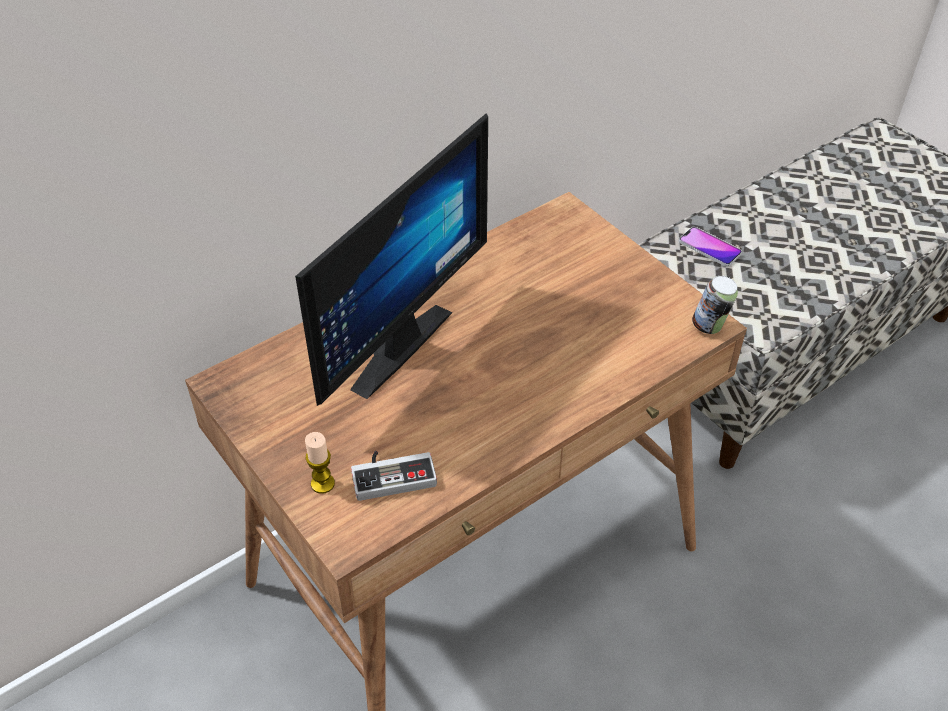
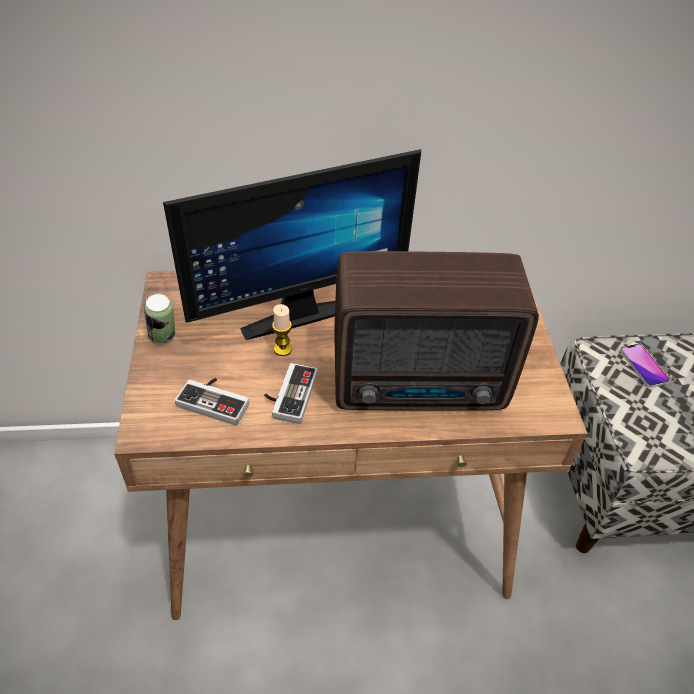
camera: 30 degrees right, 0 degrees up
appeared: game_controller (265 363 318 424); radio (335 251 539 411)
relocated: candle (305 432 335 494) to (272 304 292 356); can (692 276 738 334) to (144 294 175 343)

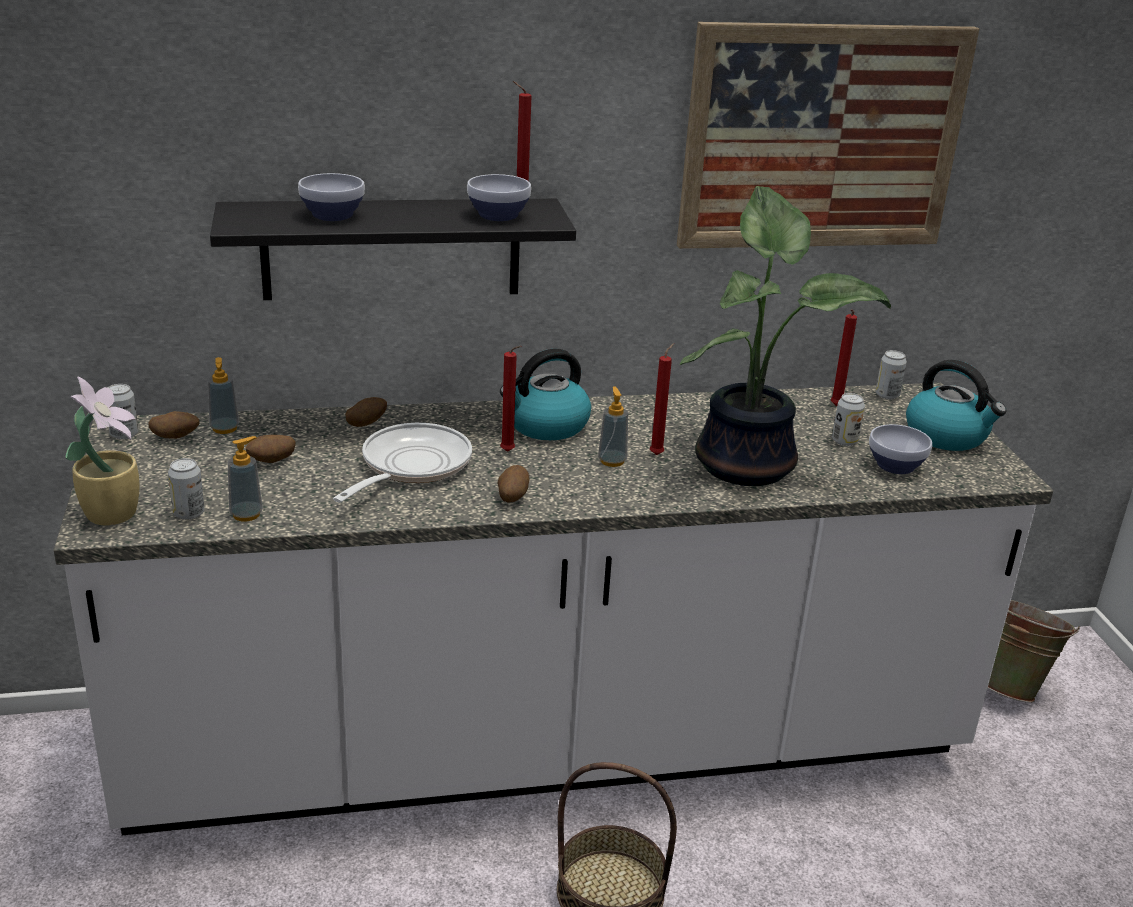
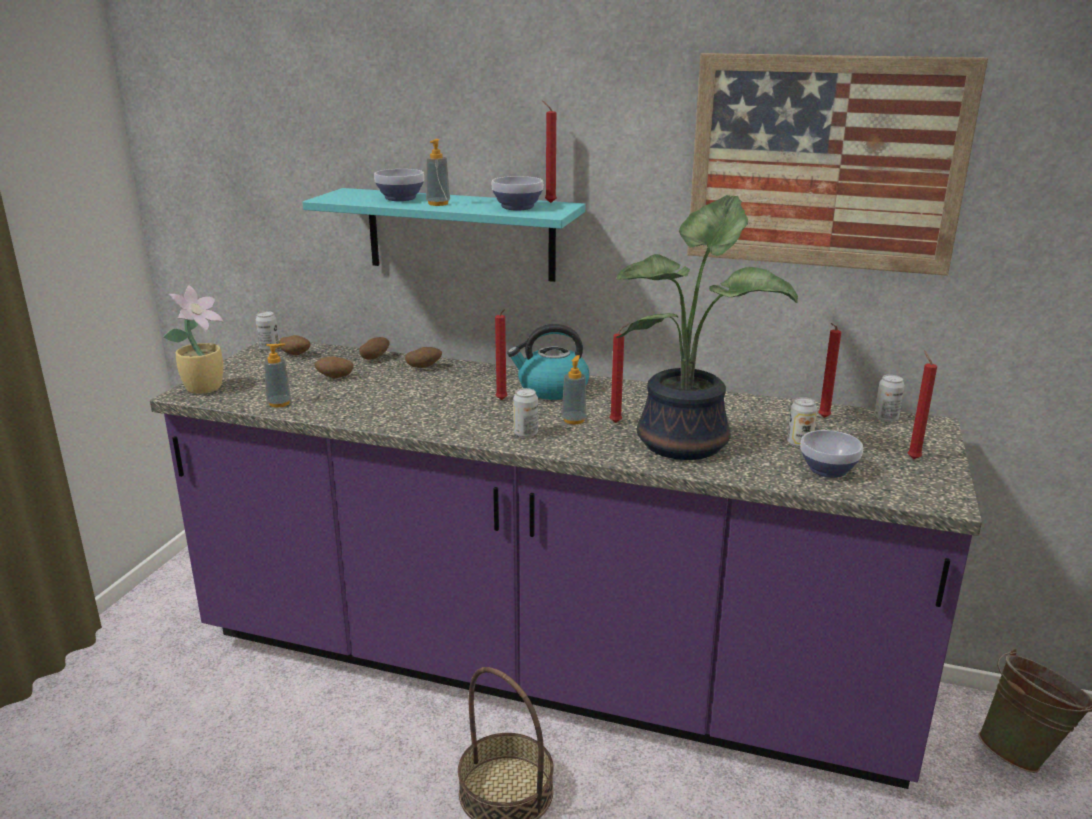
camera: 30 degrees right, 5 degrees down
missing: frying_pan (333 423 472 502)
relocated: can (168 458 204 520) to (513 388 538 438); soap_dispenser (208 357 239 434) to (426 139 450 206); potato (498 465 530 502) to (359 337 389 359)
exchanged: kettle (906 360 1007 451) to red_candle (908 350 937 459)
colour: white_counter (54 383 1053 835) to purple_counter (150 338 982 789); black_shelf (210 199 576 300) to turquoise_shelf (303 188 585 282)

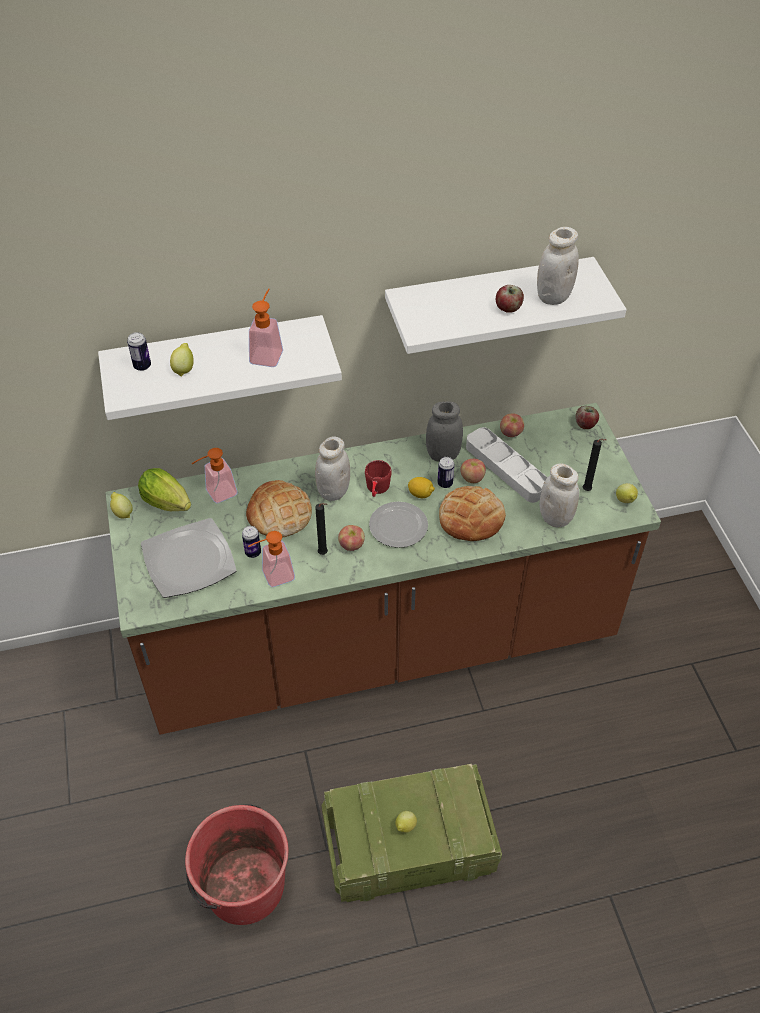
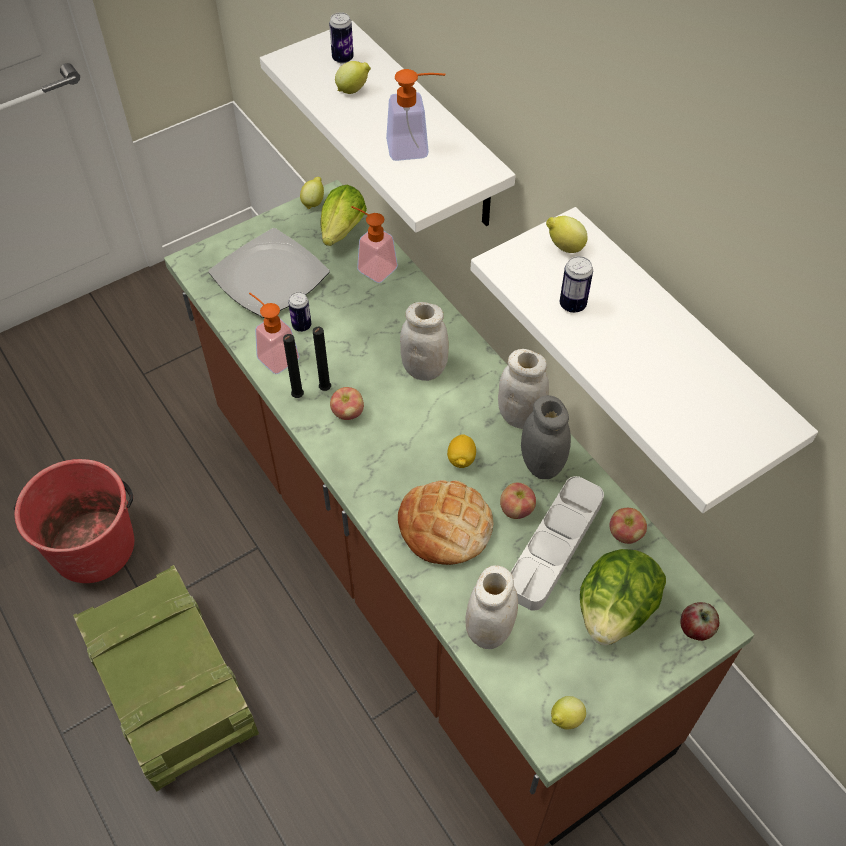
camera: 70 degrees right, 5 degrees up
missing: bread (246 480 312 538); red_mug (365 460 392 497); plate (369 502 428 548); apple (496 285 524 313)
appeared: lettuce (580 549 666 645)
relocated: lemon (395 811 417 833) to (546 216 588 253); can (438 457 454 488) to (560 256 593 313); white_jar (537 227 579 305) to (498 349 549 429); black_candle (583 439 607 491) to (283 334 304 398)

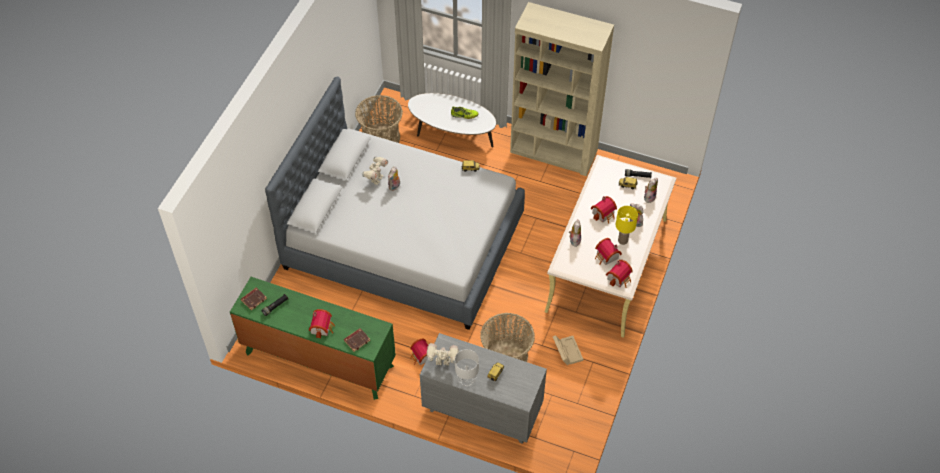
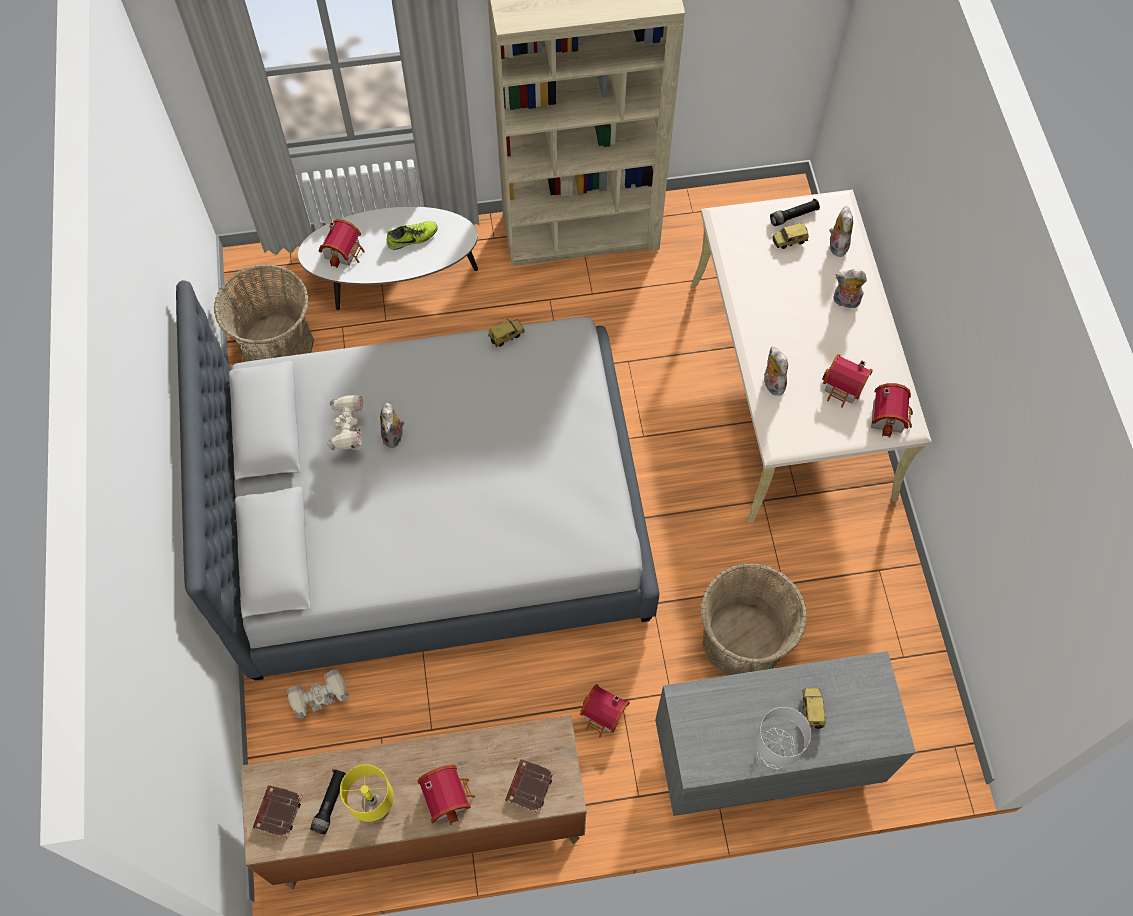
camera: 30 degrees left, 10 degrees up
missing: beige_storage_box (553 335 583 365)
relocated: toy_robot (426 343 459 366) to (287 669 349 718); toy_house (591 196 617 224) to (319 219 365 268); yellow_table_lamp (616 206 638 245) to (340 764 394 822)
colour: green_dresser (230 277 396 400) to brown_dresser (241 715 587 889)

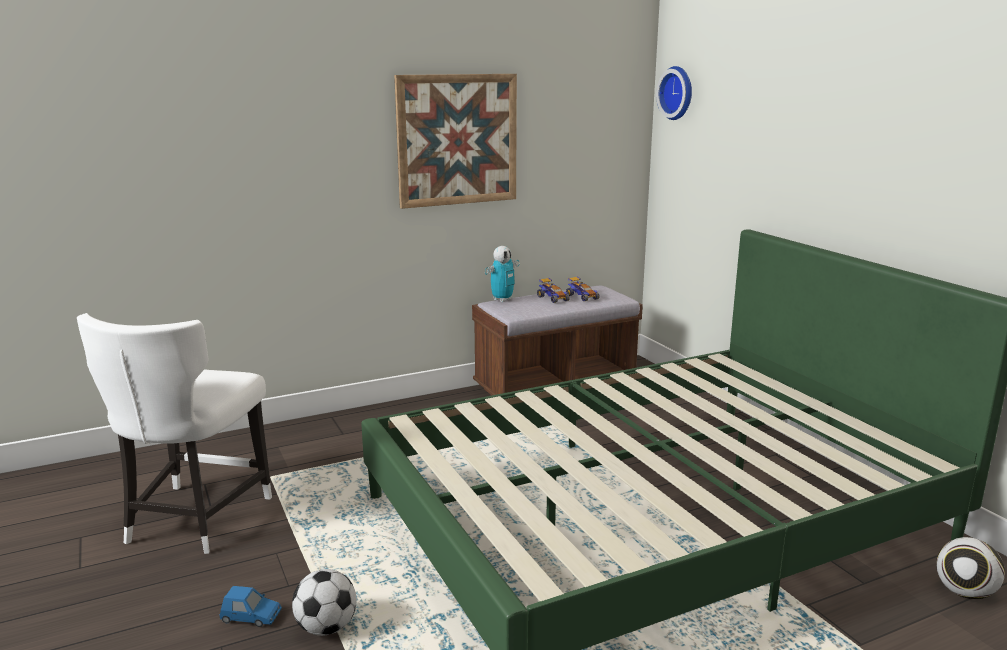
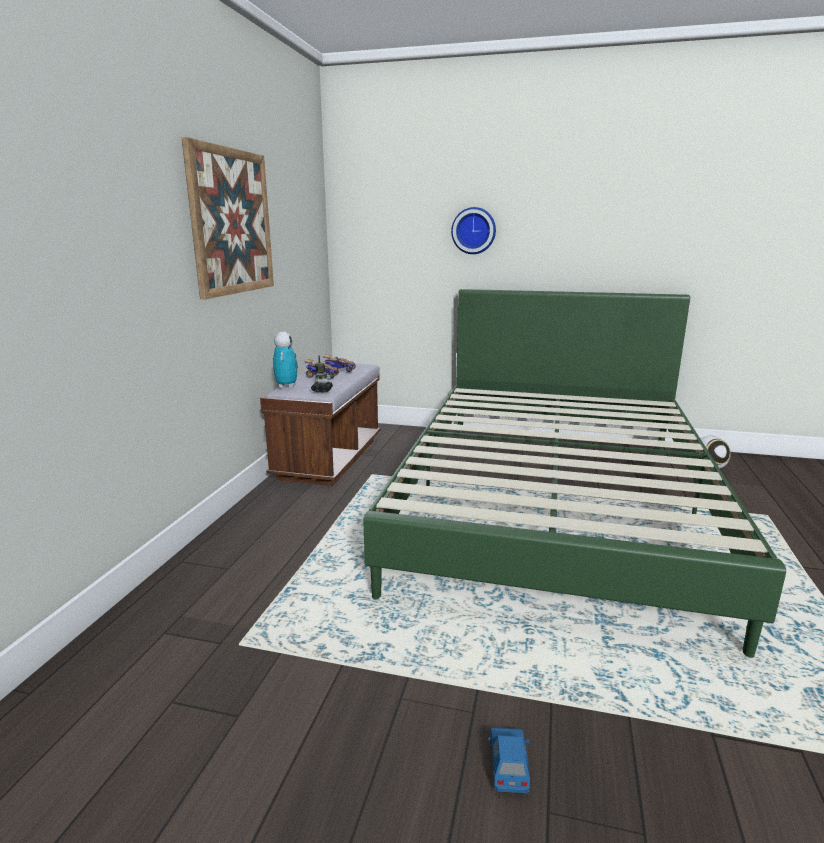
camera: 50 degrees left, 0 degrees up
missing: white_chair (77 313 272 554); football (292 569 356 636)
appeared: toy_robot (311 356 333 392)
relocated: wall_clock (656 66 692 120) to (451 207 496 254)
spun: blue_toy_car (219 586 282 627) = (488 727 530 793) 45 degrees counterclockwise

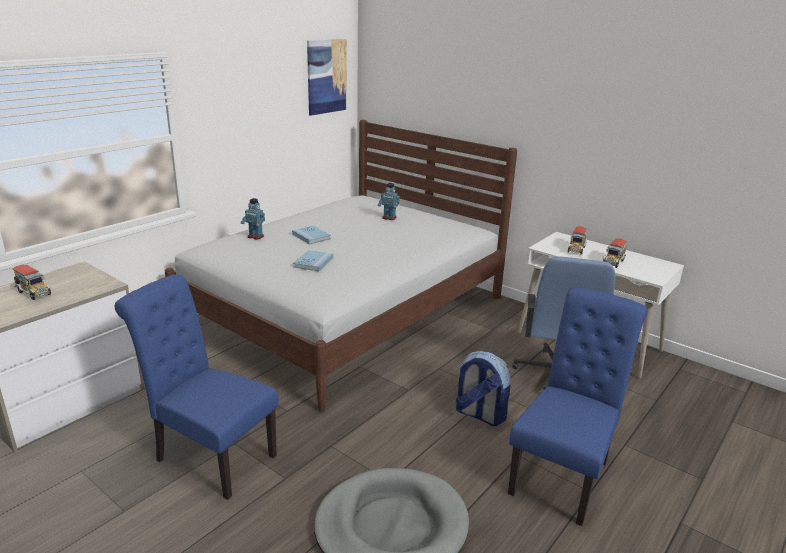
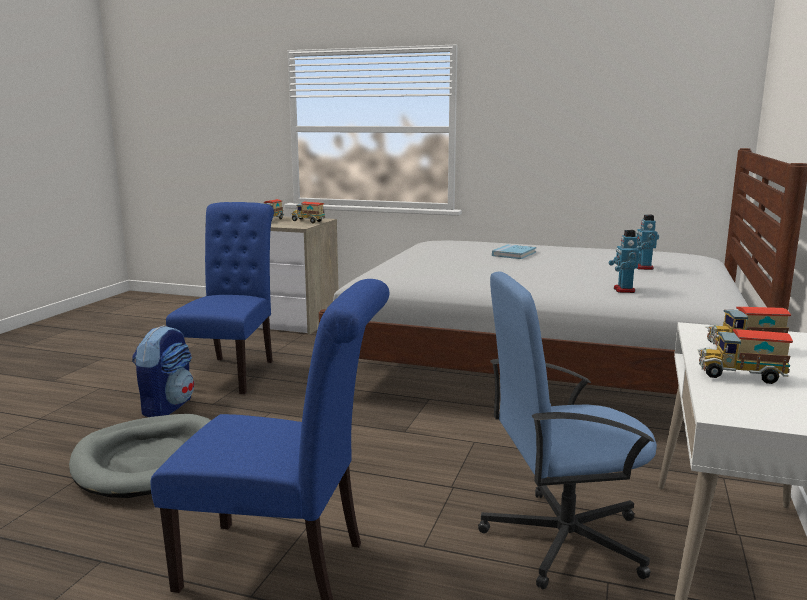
camera: 70 degrees right, 10 degrees down
missing: blue_book (293 250 333 271); picture (307 39 347 116)
appeared: toy_truck (292 202 326 223)
relocated: toy_robot (241 198 265 240) to (609 230 642 293); backpack (456 351 510 426) to (132 325 194 417)

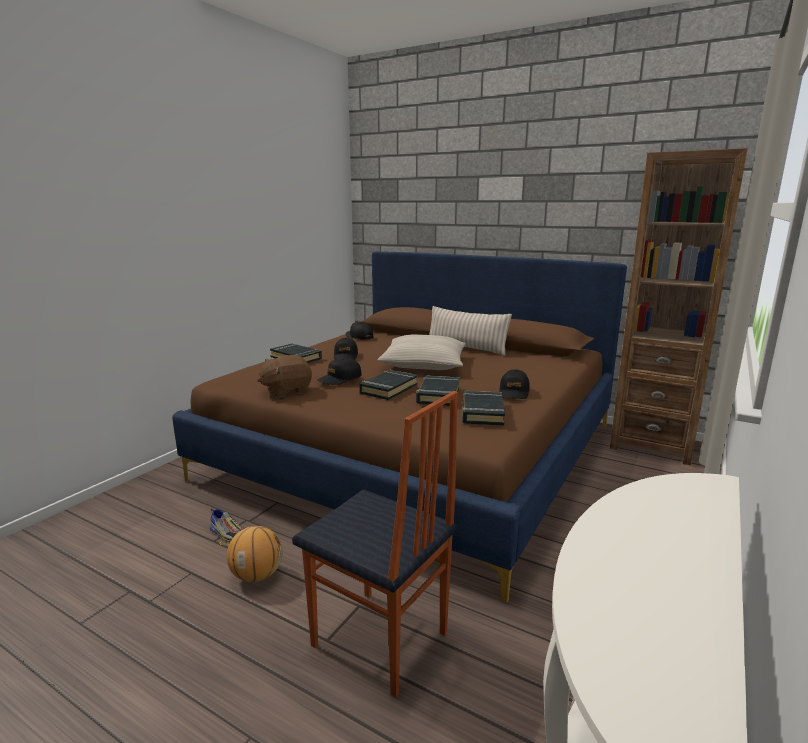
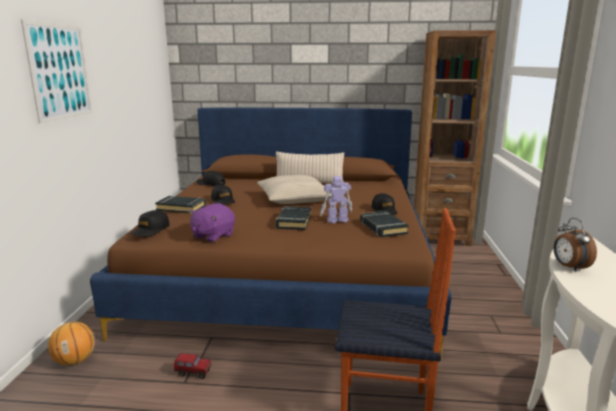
camera: 25 degrees left, 0 degrees up
appeared: picture (21 19 93 124); alarm_clock (553 218 597 272)
relocated: basketball (227 526 282 582) to (48 322 95 366); black_cap (317 358 362 385) to (130 210 170 236)
exchanged: shoe (209 509 244 545) to toy_truck (174 353 211 379); black_book (416 375 460 406) to toy_robot (320 176 352 223)
colour: brown_plush_toy (257 355 312 397) to purple_plush_toy (189 203 235 243)

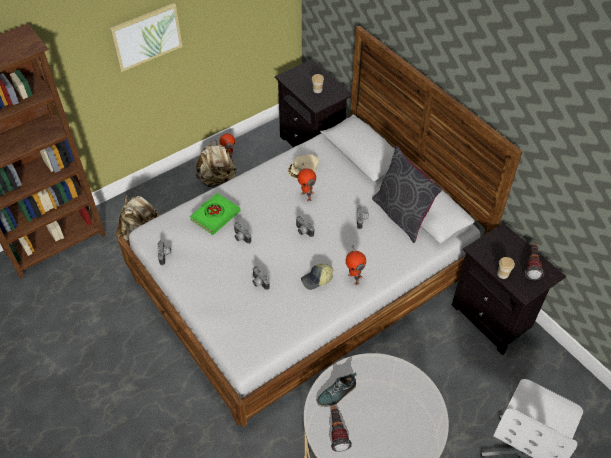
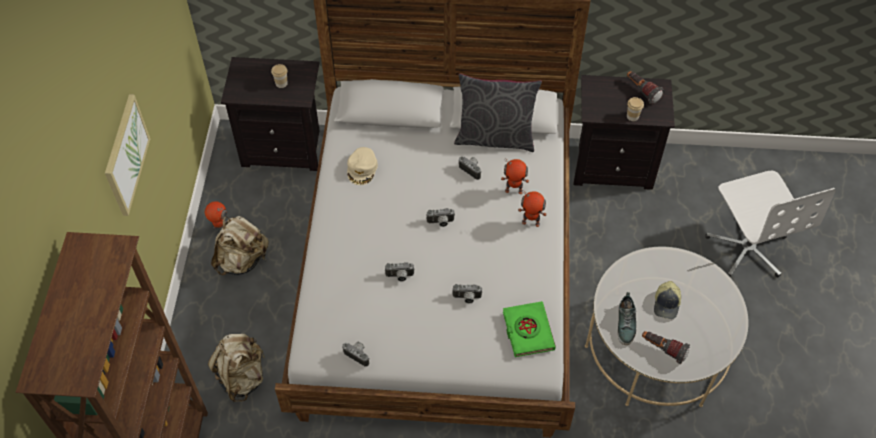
camera: 50 degrees left, 5 degrees up
relocated: green_book (190 193 240 235) to (503 301 556 357); toy_robot (298 164 316 202) to (501 159 529 194); cap (301 263 333 290) to (654 281 681 319)

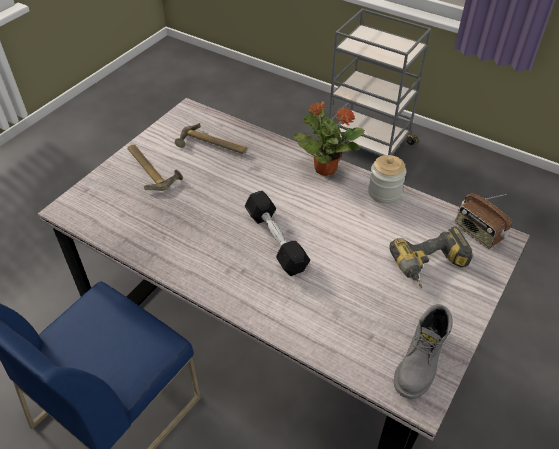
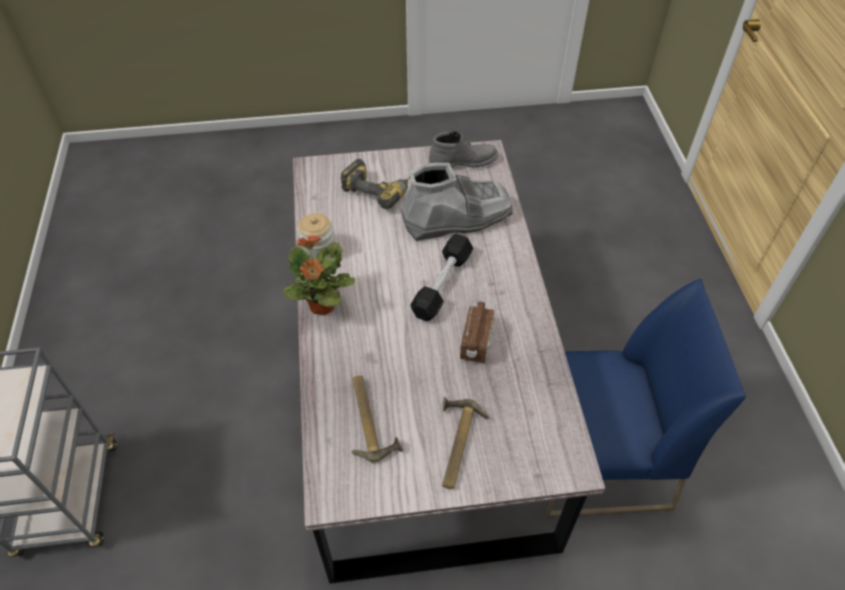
camera: 130 degrees left, 5 degrees up
appeared: grey_boot (401 163 513 241)
relocated: radio (455 193 512 248) to (460 300 496 363)

